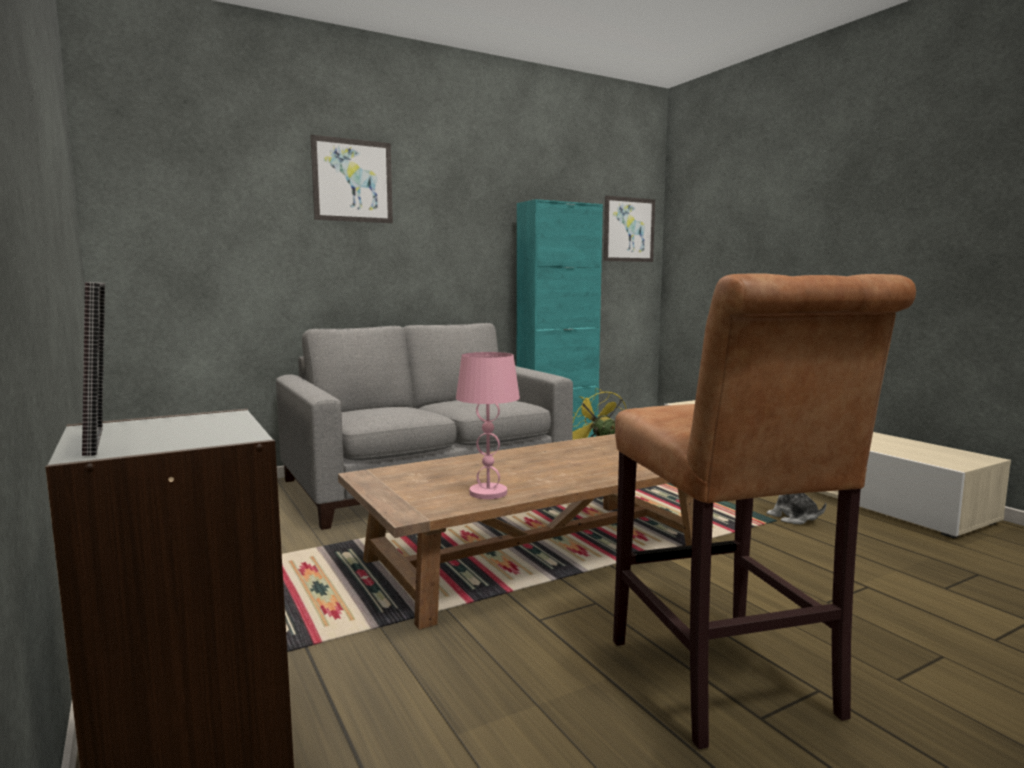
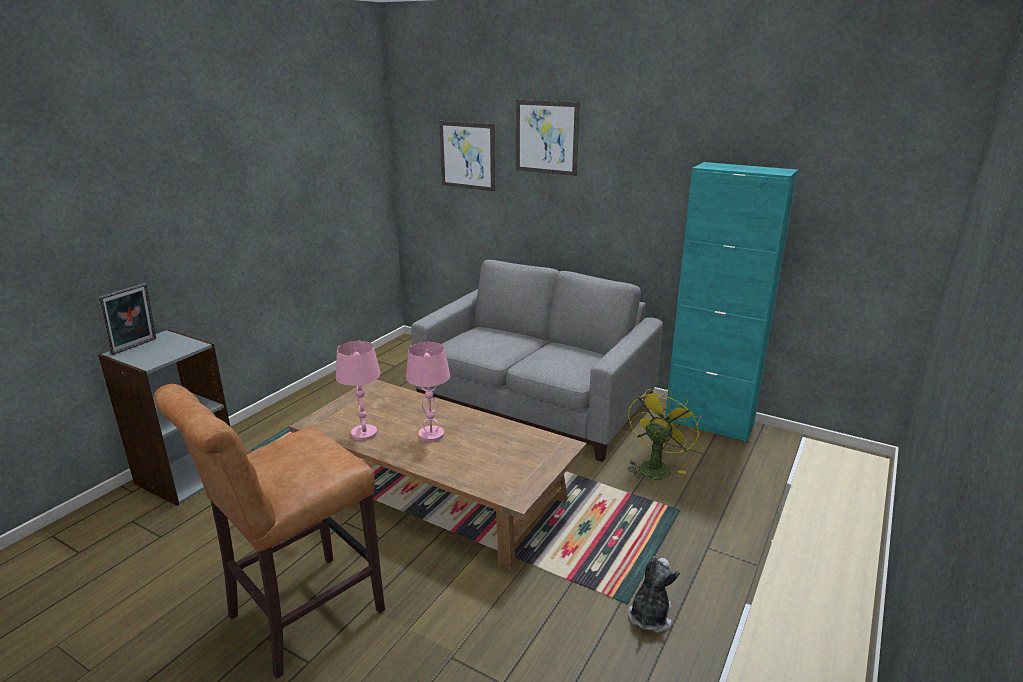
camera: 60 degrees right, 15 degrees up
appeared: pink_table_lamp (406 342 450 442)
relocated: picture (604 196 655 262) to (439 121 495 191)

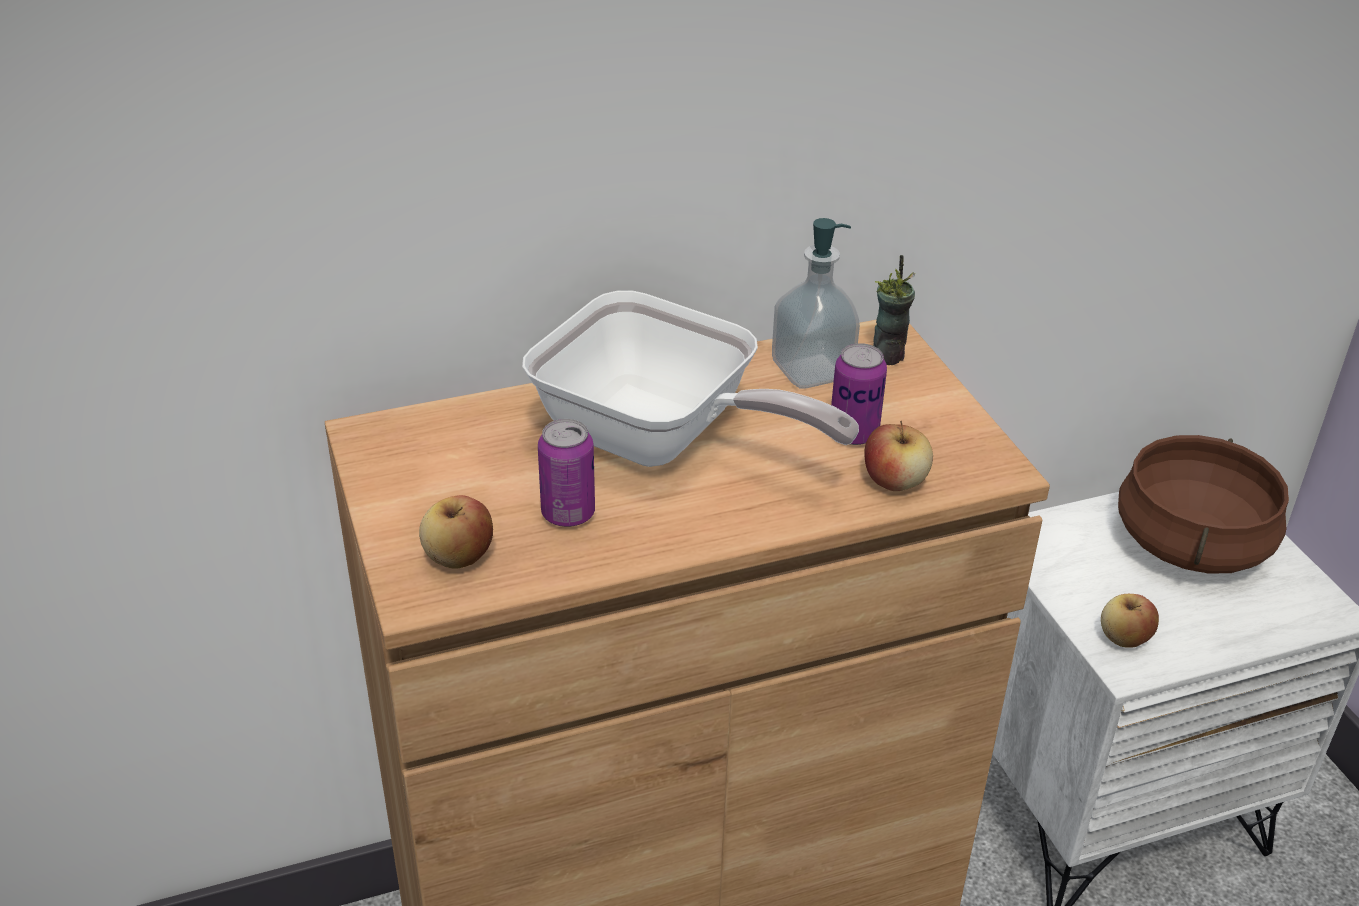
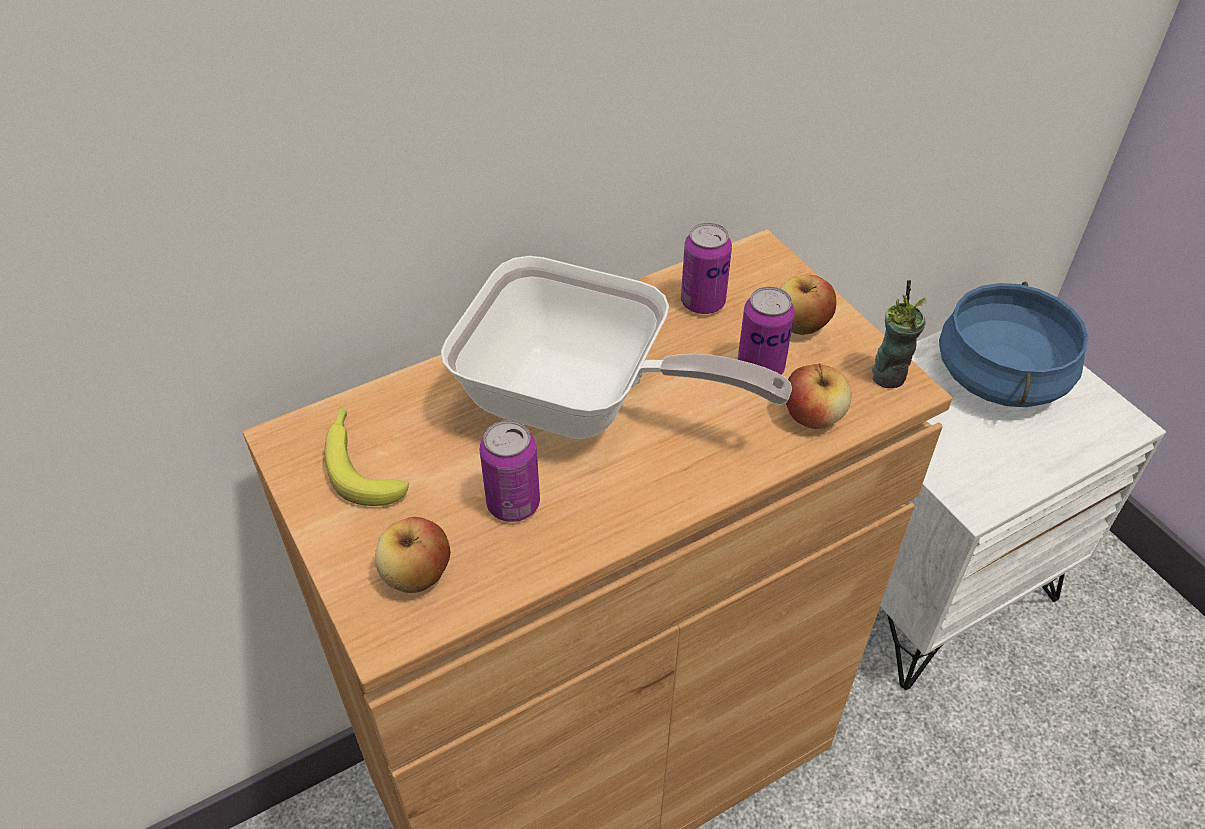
camera: 10 degrees left, 10 degrees up
appeared: banana (325 407 409 506)
relocated: cup (873 255 915 365) to (872 280 927 388); apple (1101 594 1159 647) to (780 275 836 335)
exchanged: soap_dispenser (772 218 860 389) to can (681 223 732 314)
colour: brown_cooking_pot (1118 435 1289 574) to blue_cooking_pot (939 281 1089 407)

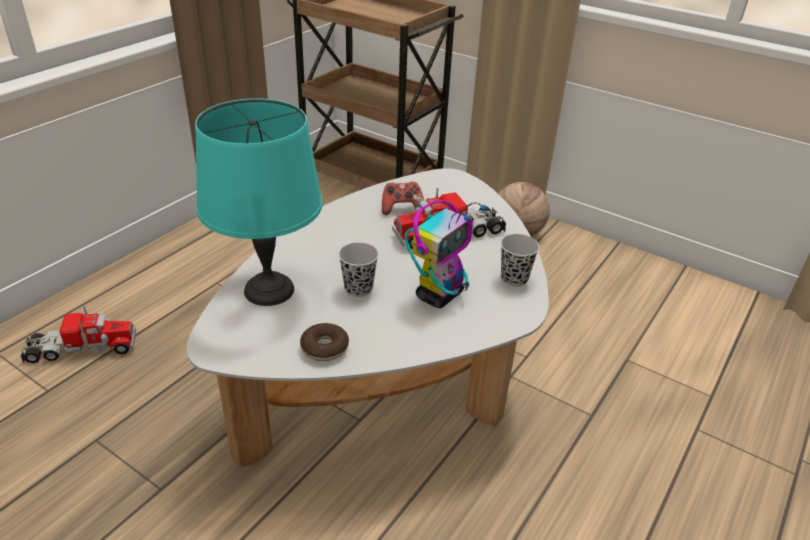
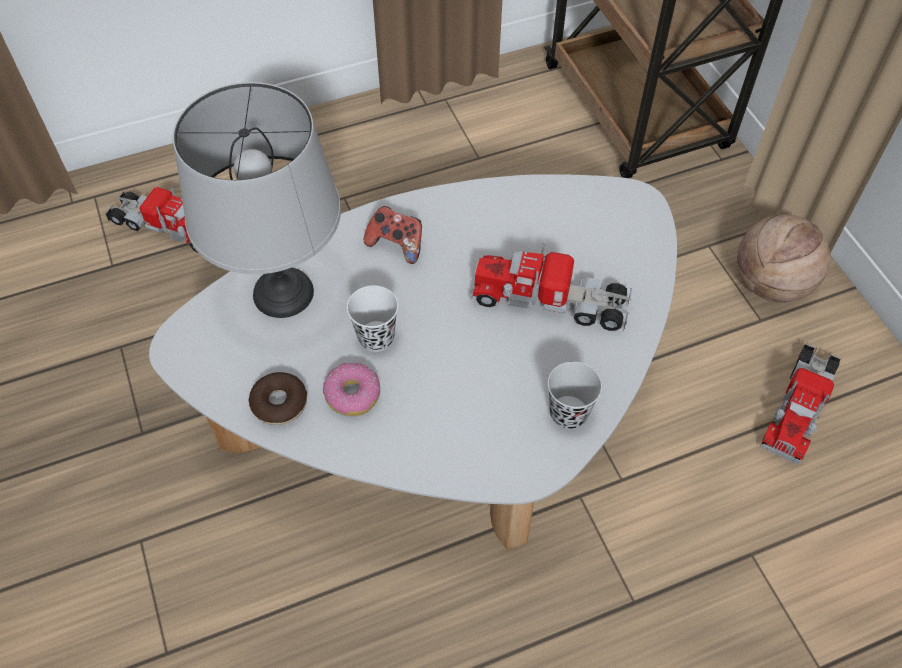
camera: 35 degrees right, 20 degrees up
missing: toy_robot (405 200 487 308)
appeared: donut (323 363 380 416); toy_truck (761 343 841 464)
relocated: game_controller (382 182 424 215) to (364 206 422 264)
colour: turquoise_table_lamp (195 98 323 306) to grey_table_lamp (173 82 341 318); black_cup (338 242 379 297) to white_cup (347 285 398 352)

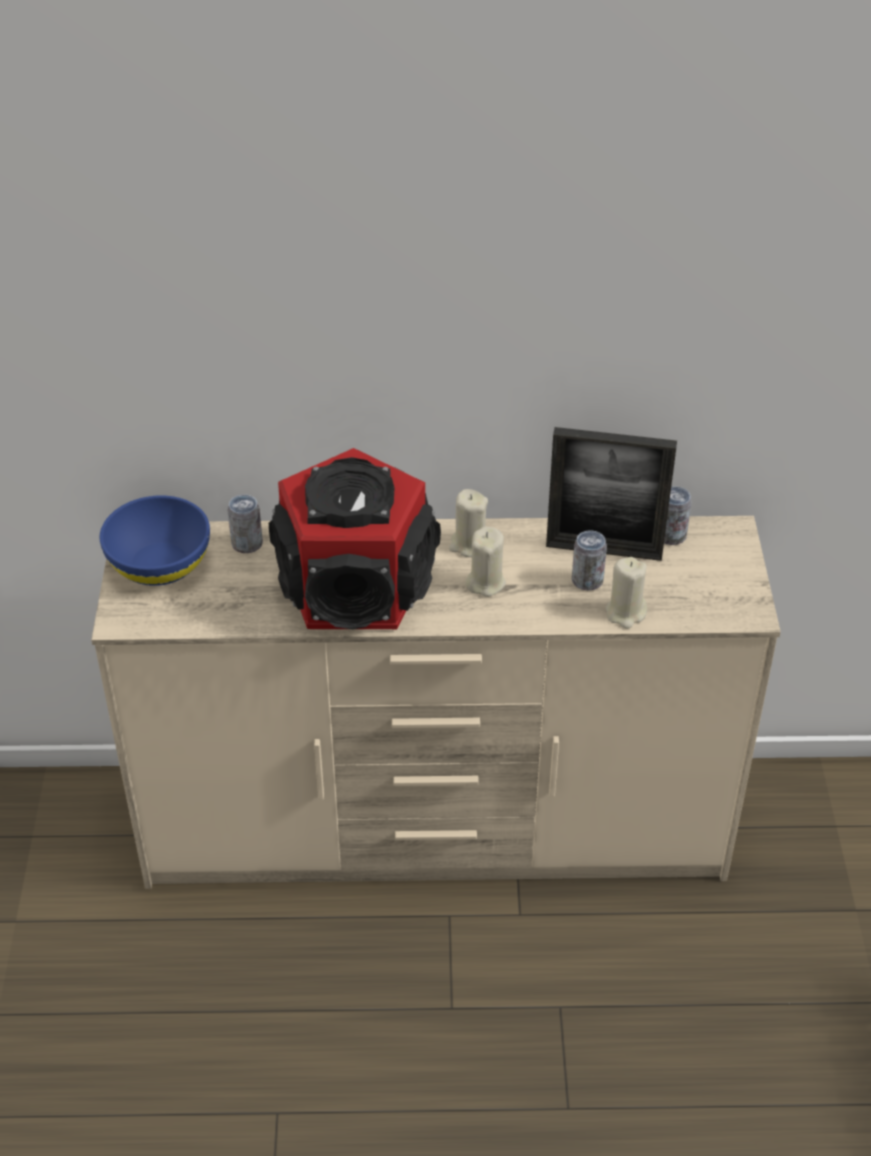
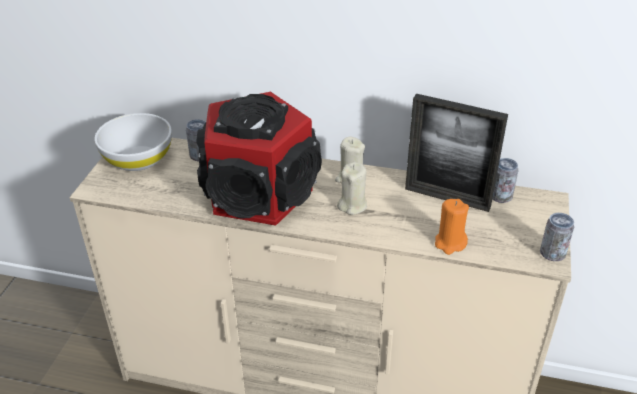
camera: 15 degrees right, 5 degrees down
relocated: can (572 530 607 590) to (540 213 574 261)
colour: blue_bowl (100 496 210 586) to white_bowl (94 113 172 171); beige_candle (606 557 647 629) to orange_candle (435 199 469 255)

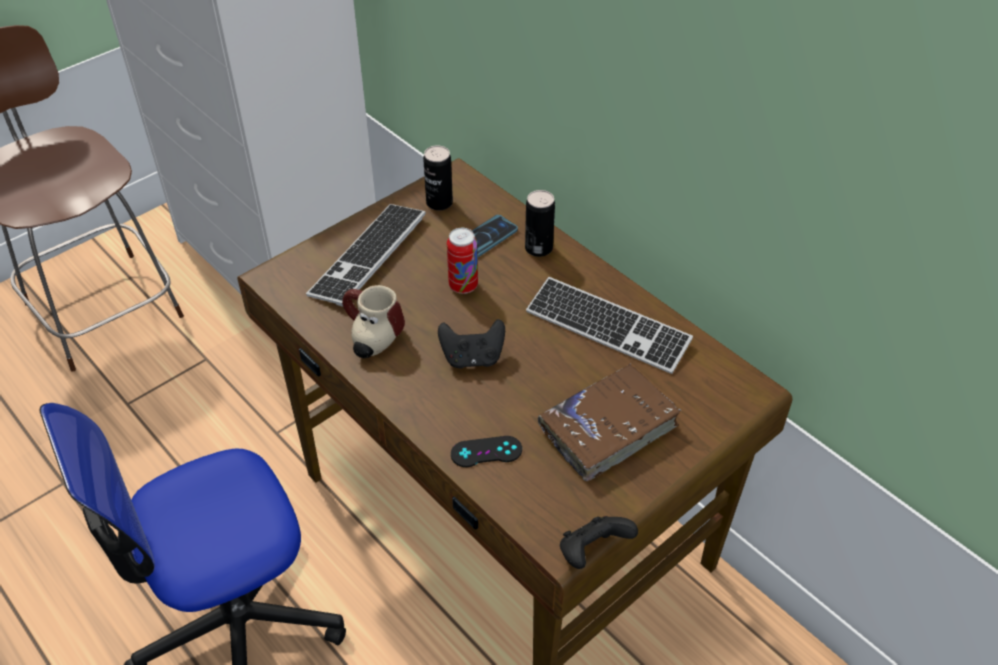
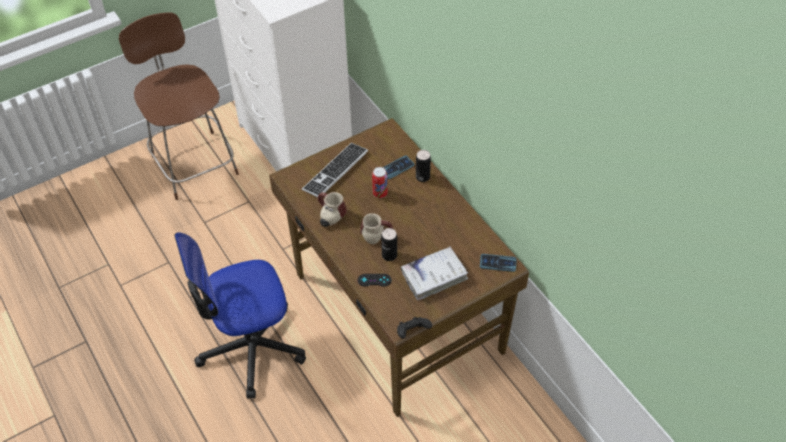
camera: 10 degrees right, 5 degrees up
missing: keyboard (526 277 693 374)
appeared: phone (480 254 517 272)
relocated: can (423 145 453 211) to (381 228 397 261)
exchanged: black_game_controller (438 319 505 369) to mug (360 213 393 244)
colour: brown_book (538 363 681 481) to white_book (401 246 468 300)

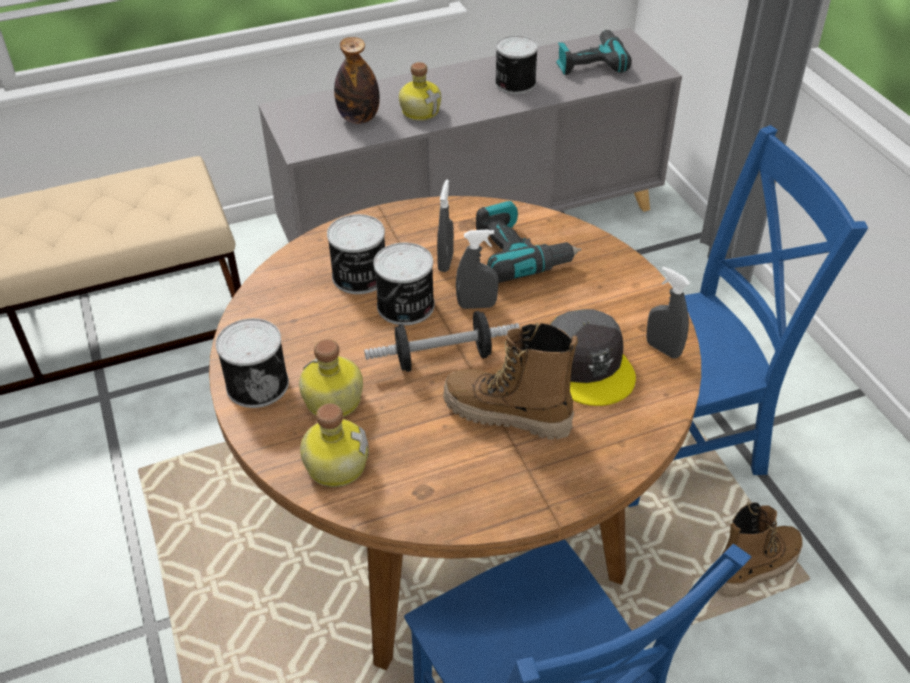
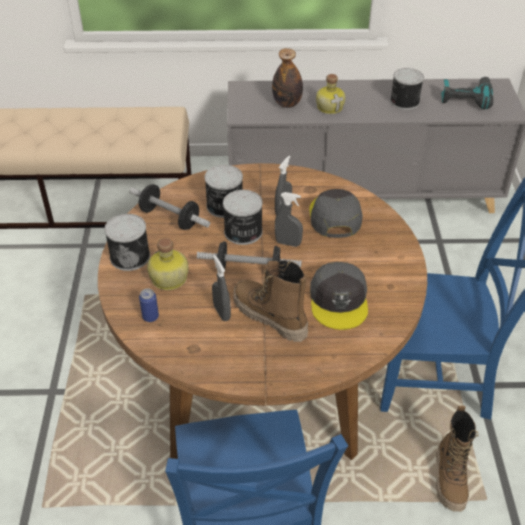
camera: 20 degrees right, 0 degrees up
appeared: dumbbell (129 184 210 230)
relocated: grey_spray_bottle (646 266 690 358) to (212 255 231 321)
exchanged: bottle (300 403 369 487) to can (139 288 159 322); power_drill (476 201 581 283) to grey_cap (309 189 363 238)
spun: boot (717 502 803 598) = (436 405 478 512) 105 degrees clockwise

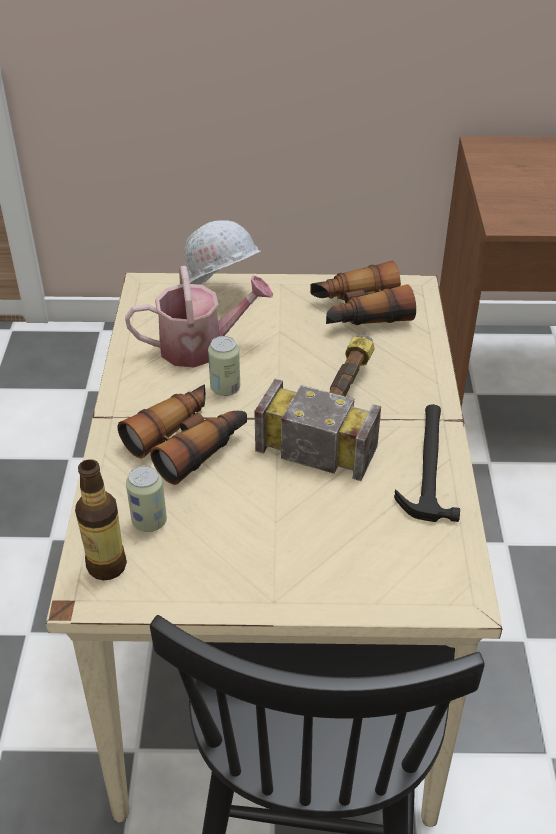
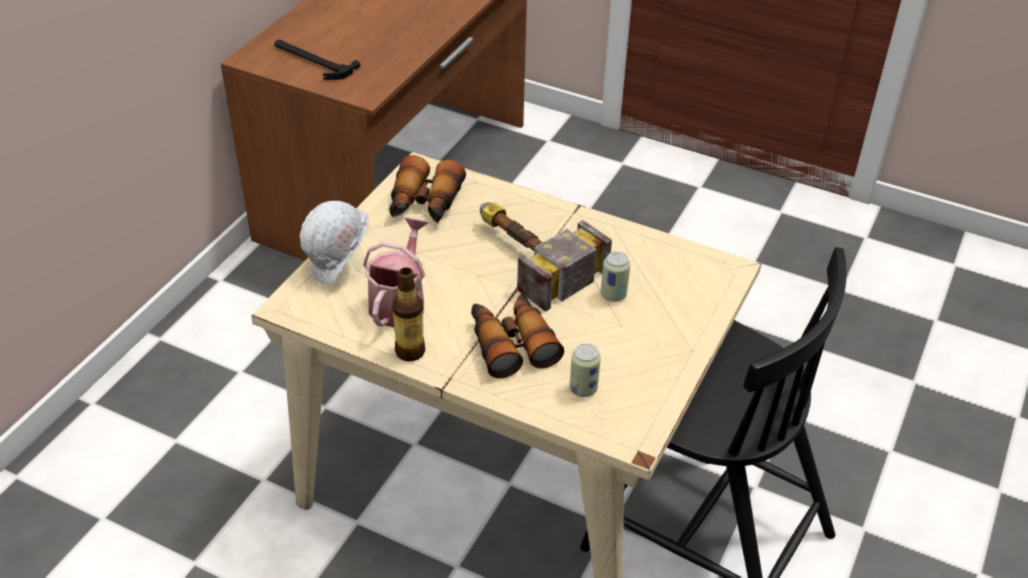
camera: 65 degrees left, 0 degrees up
relocated: bottle (75 459 127 580) to (392 268 425 361); can (208 336 240 396) to (601 252 630 302); hammer (394 404 460 522) to (274 40 360 80)

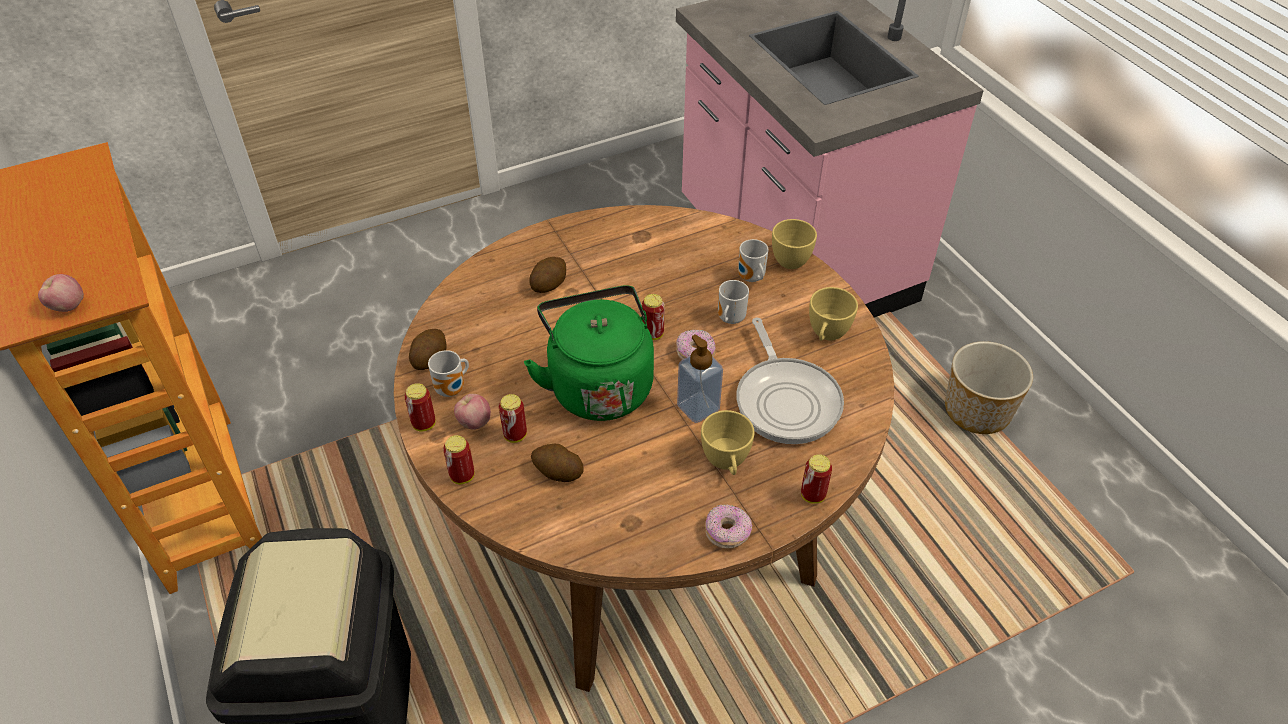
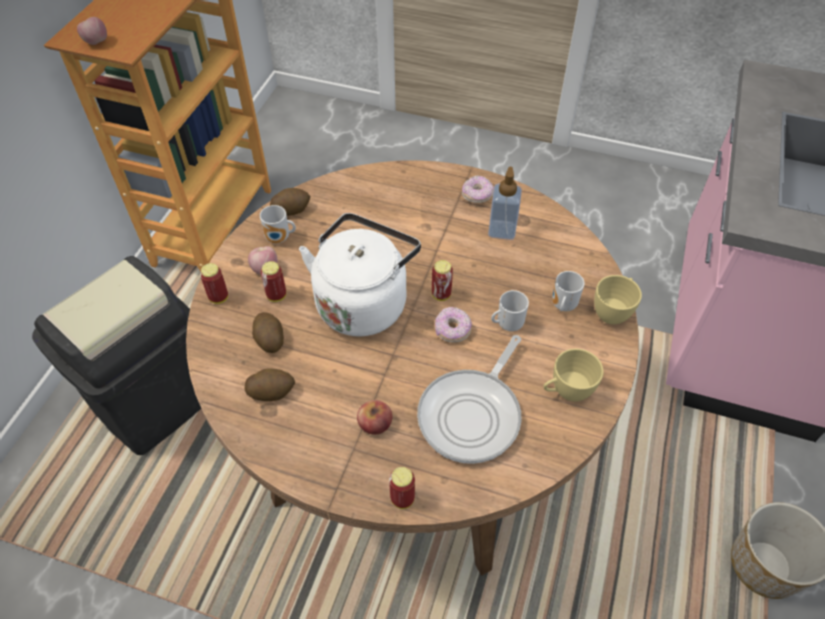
camera: 45 degrees right, 5 degrees up
missing: can (404 383 436 432)
relocated: potato (529 257 566 293) to (245 368 295 401); soap_dispenser (677 334 723 423) to (488 167 522 240); donut (705 504 752 549) to (462 175 494 203)
exchanged: yellow_cup (701 410 754 475) to apple (357 400 392 435)
colour: green_kettle (524 285 654 421) to white_kettle (299 213 421 336)

